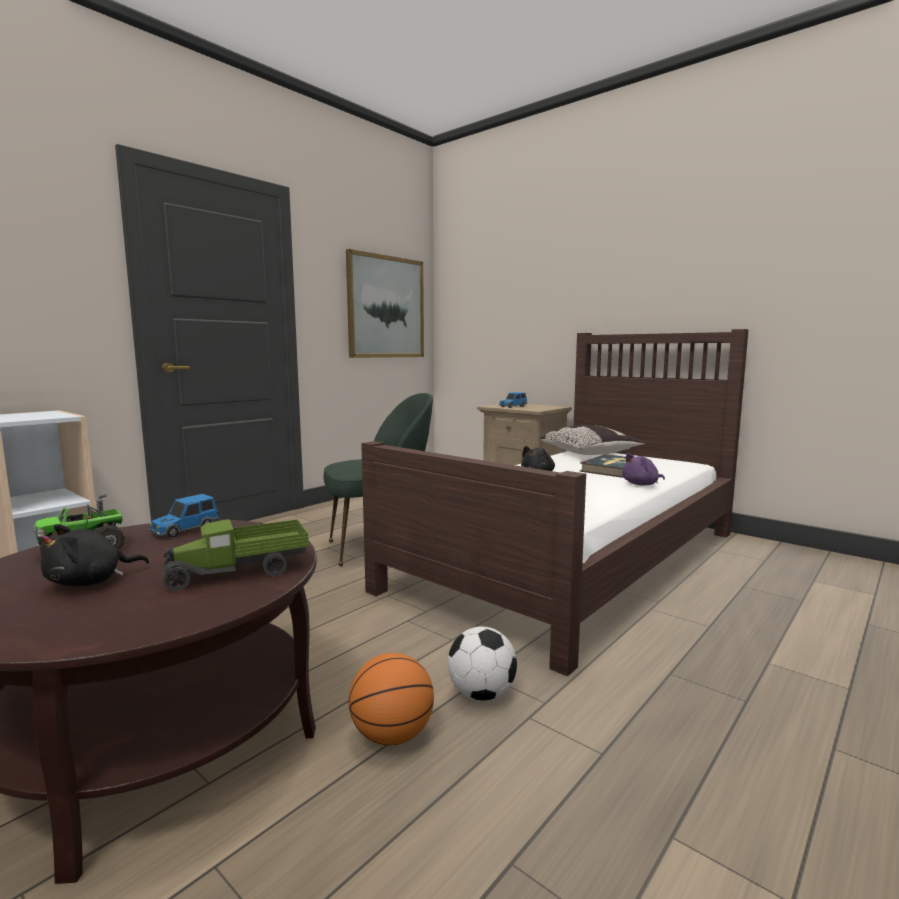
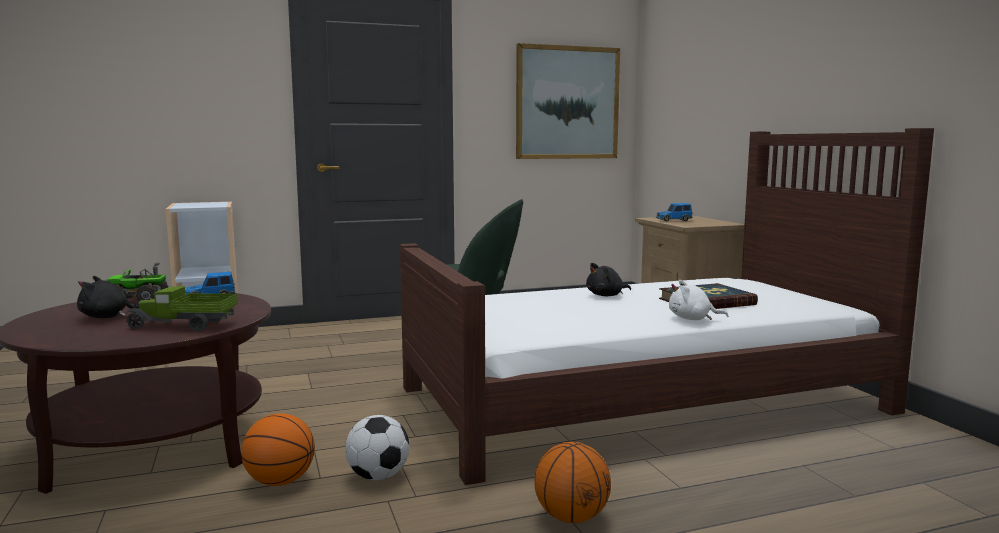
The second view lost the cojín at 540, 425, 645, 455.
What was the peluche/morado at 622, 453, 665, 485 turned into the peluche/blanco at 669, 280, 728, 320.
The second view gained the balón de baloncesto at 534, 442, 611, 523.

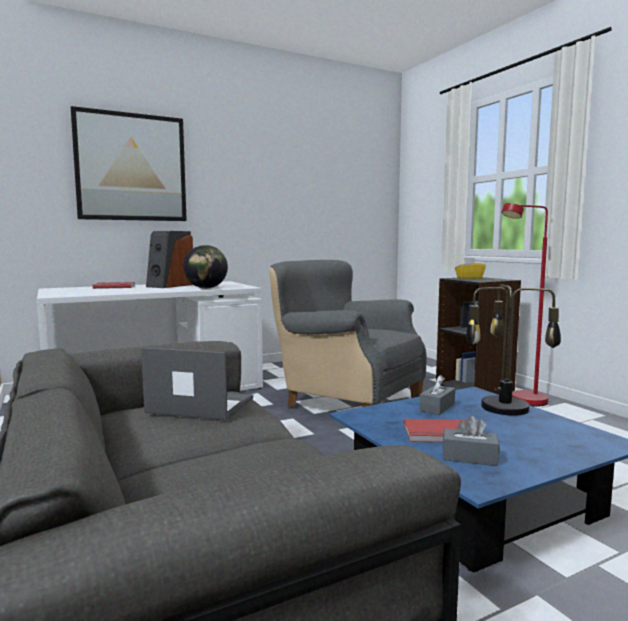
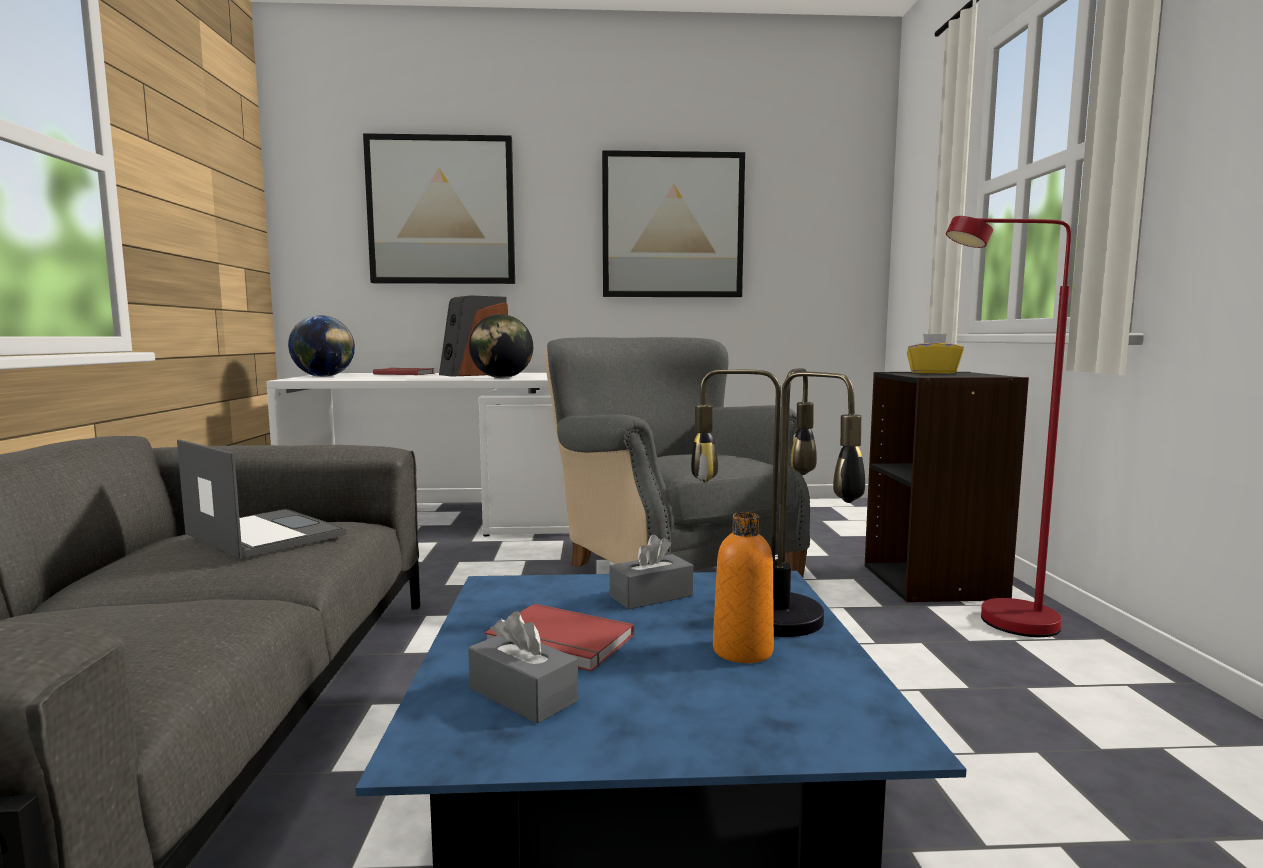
The second view gained the cuadro at 602, 150, 745, 297.
The second view gained the globo terráqueo at 288, 315, 355, 377.
The second view gained the botella/naranja at 713, 512, 774, 663.

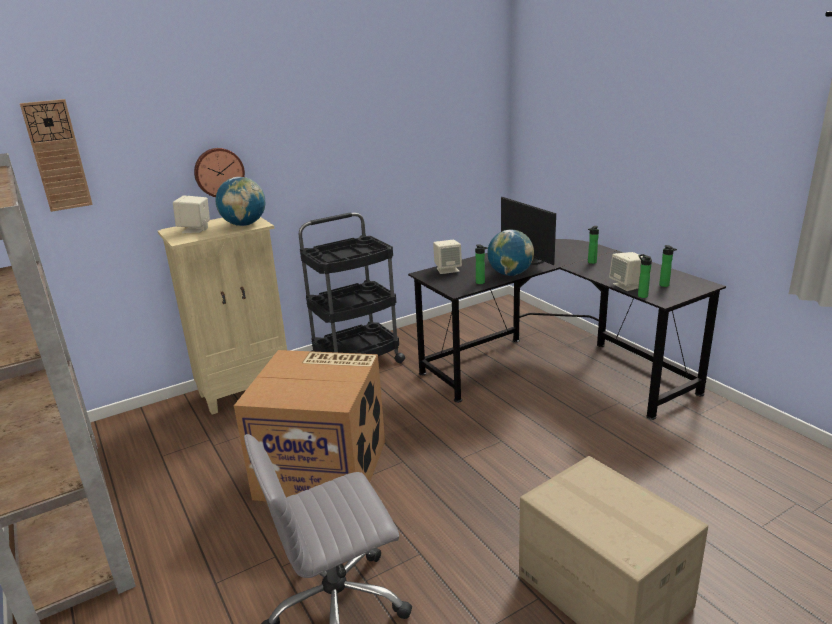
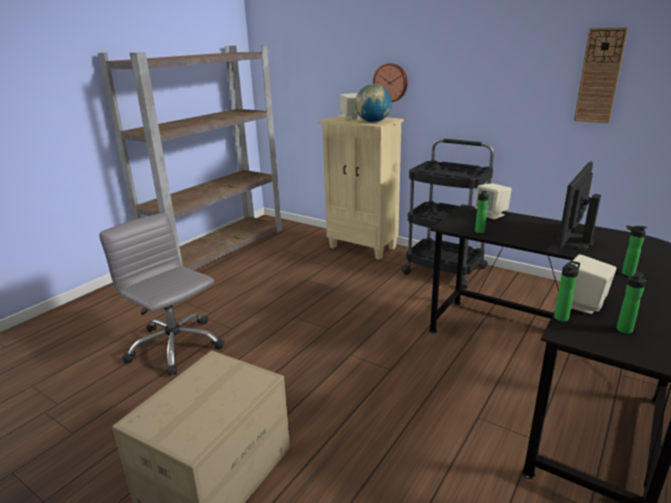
The reloj de pared ended up elsewhere, having gone from 20, 99, 93, 212 to 574, 27, 628, 123.
The second view lost the globo terráqueo at 487, 230, 534, 276.
The second view lost the caja de cartón at 234, 350, 385, 501.

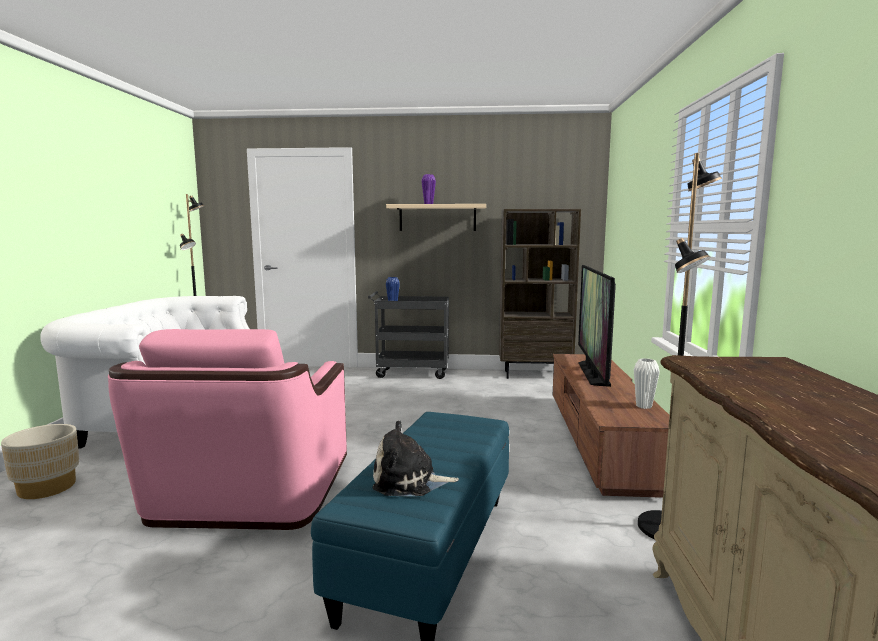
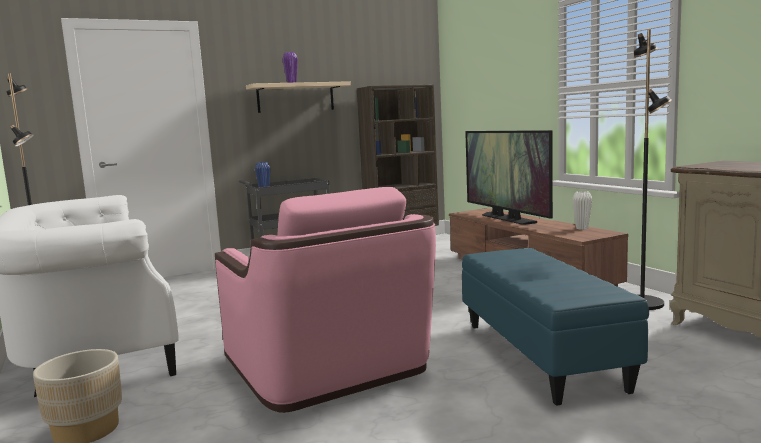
The second view lost the peluche at 372, 420, 459, 496.

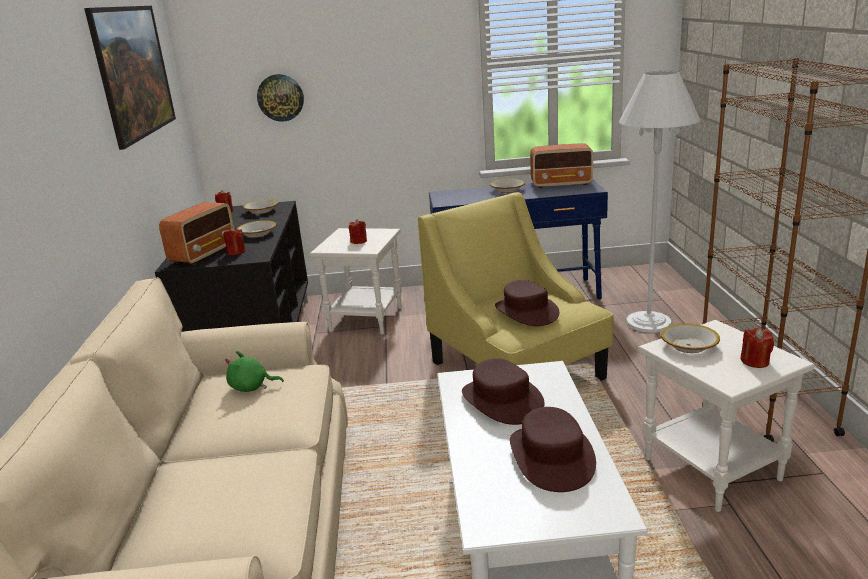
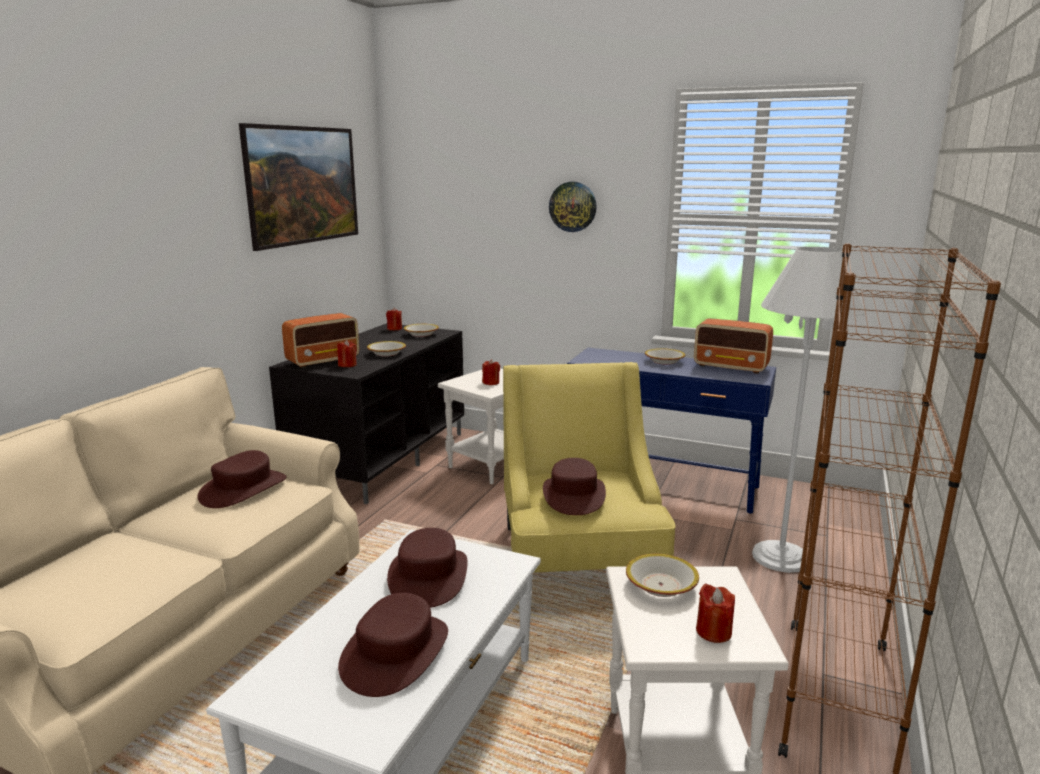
The reloj de pared ended up elsewhere, having gone from 257, 74, 304, 122 to 549, 182, 597, 232.
Where the peluche/verde stood at 225, 351, 284, 392, the sombrero/marrón came to stand at 197, 450, 287, 508.

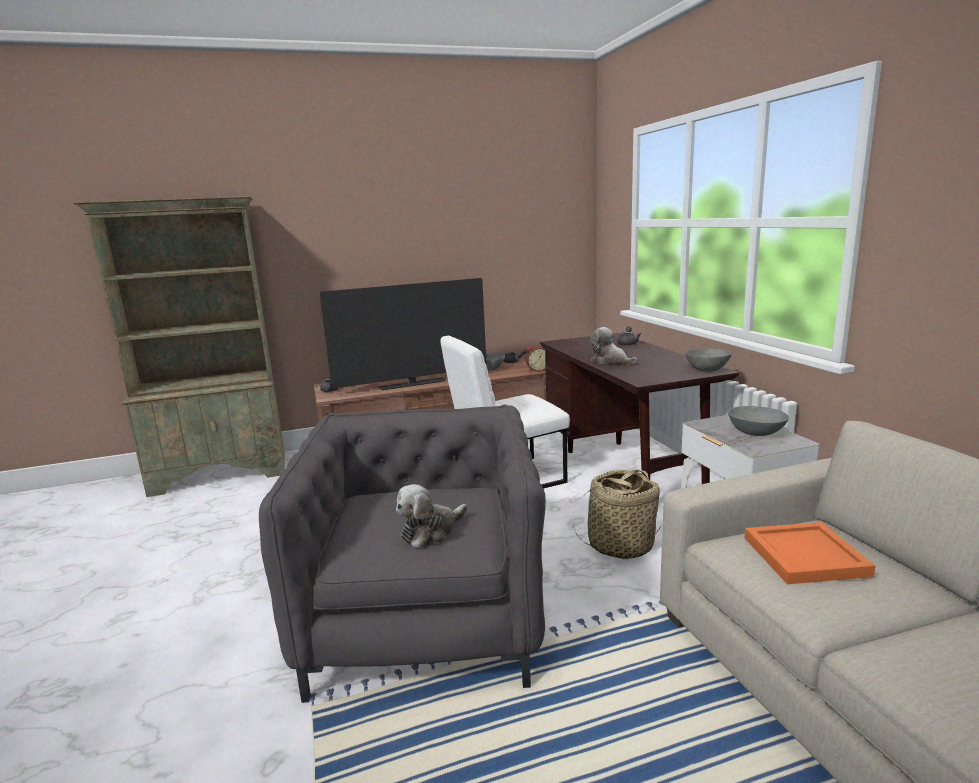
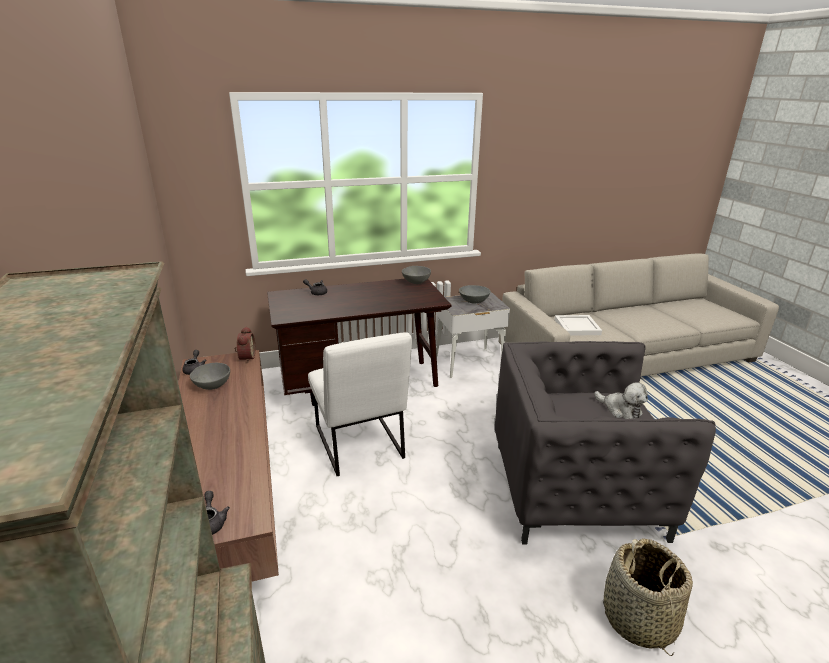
The second view lost the televisor at 320, 278, 487, 390.
The second view lost the peluche at 590, 327, 637, 365.
The cesta ended up elsewhere, having gone from 573, 469, 661, 559 to 603, 538, 693, 656.
What was the bandeja/naranja at 745, 522, 875, 584 turned into the bandeja/blanco at 554, 315, 602, 336.

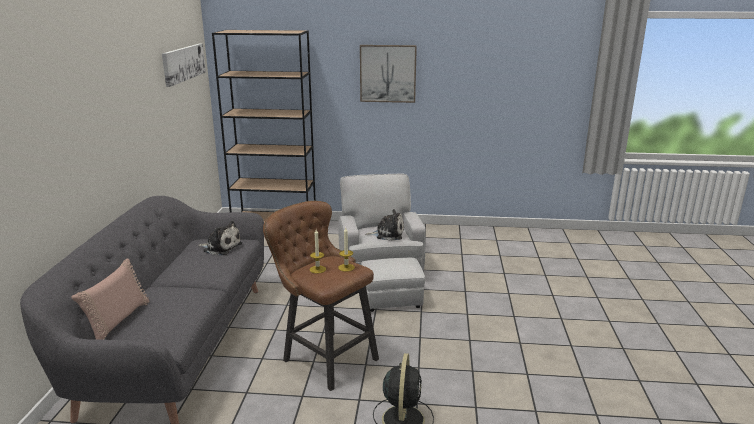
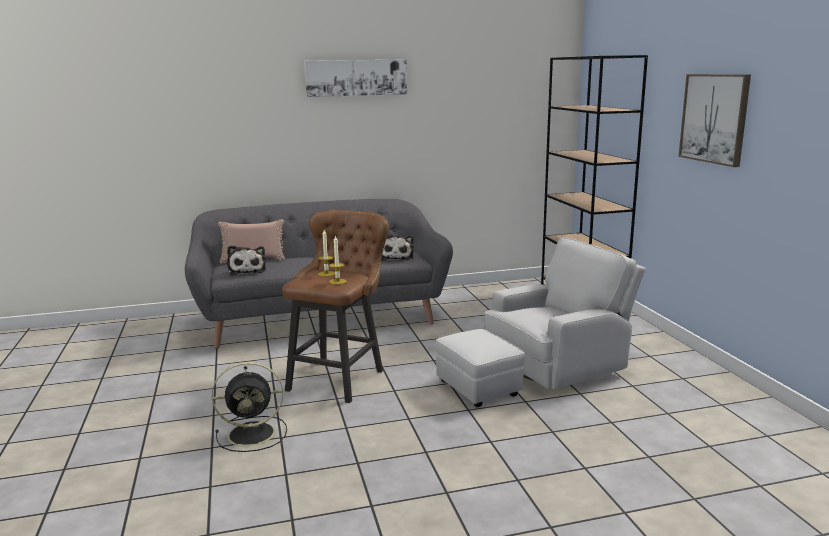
The cuadro ended up elsewhere, having gone from 162, 43, 206, 87 to 304, 59, 407, 97.
The peluche ended up elsewhere, having gone from 365, 209, 404, 241 to 227, 245, 266, 276.

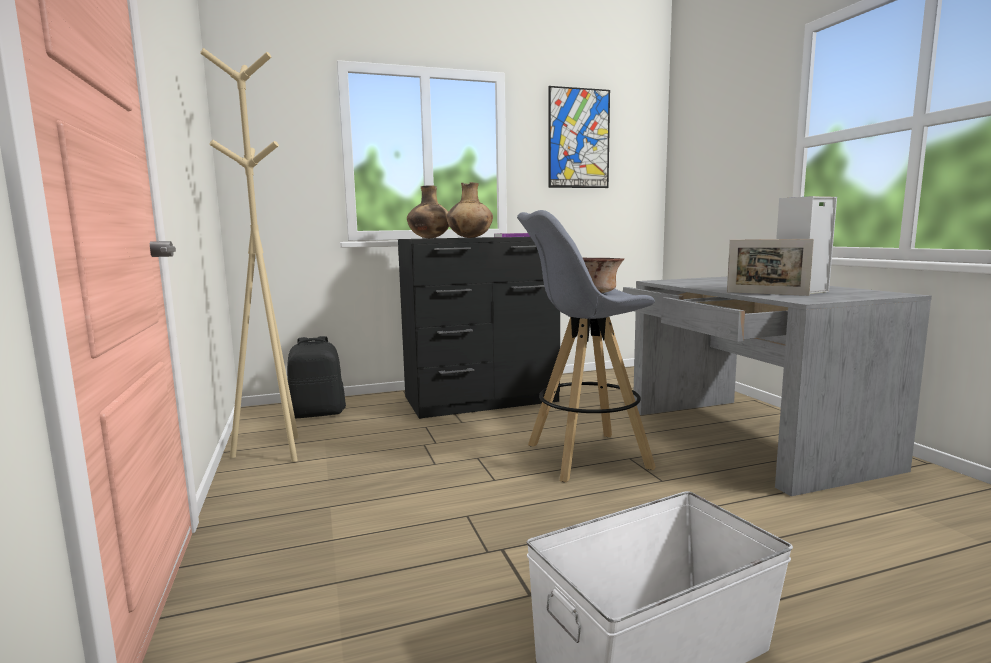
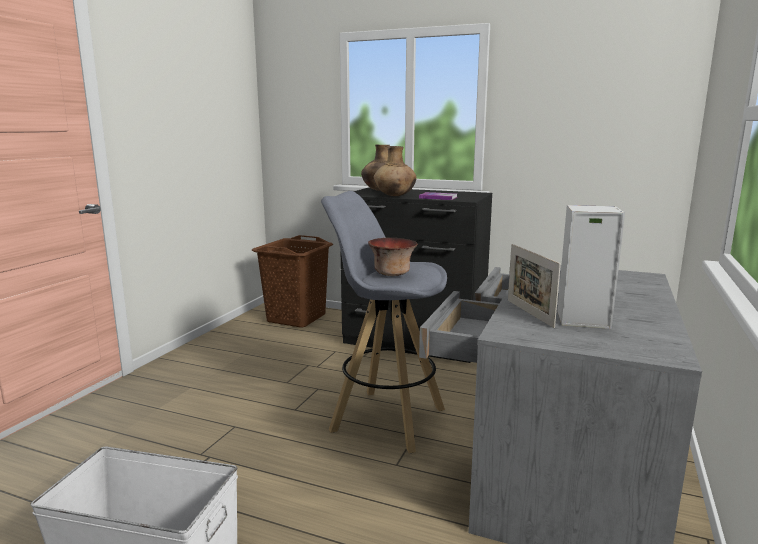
The second view lost the perchero/beis at 200, 48, 299, 462.
The second view lost the cuadro at 548, 86, 610, 188.
Where the mochila/negro stood at 287, 336, 346, 418, the cesto de la ropa/marrón came to stand at 252, 235, 333, 328.

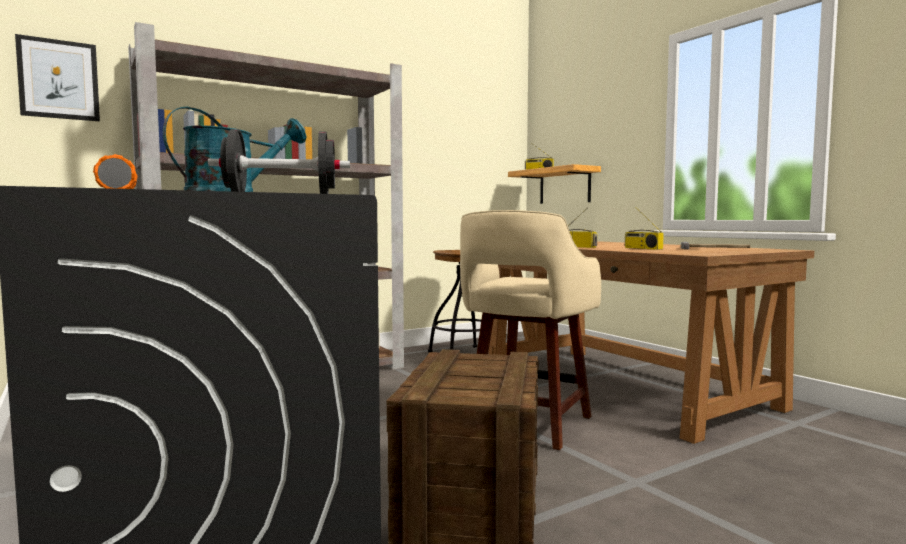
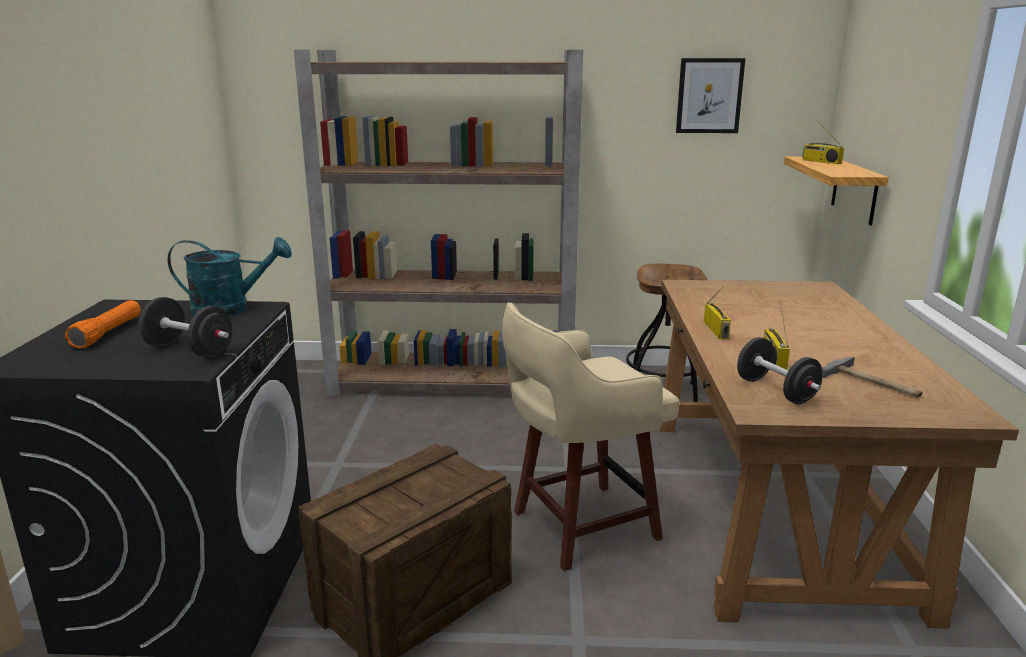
The cuadro ended up elsewhere, having gone from 15, 34, 100, 121 to 676, 58, 746, 133.
The second view gained the mancuerna/negro at 737, 337, 822, 404.

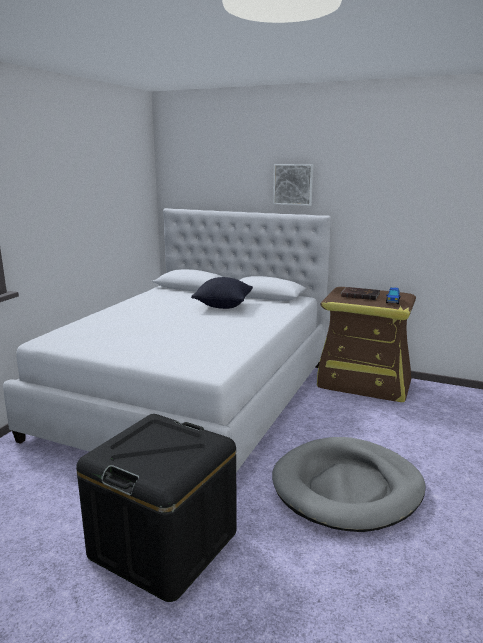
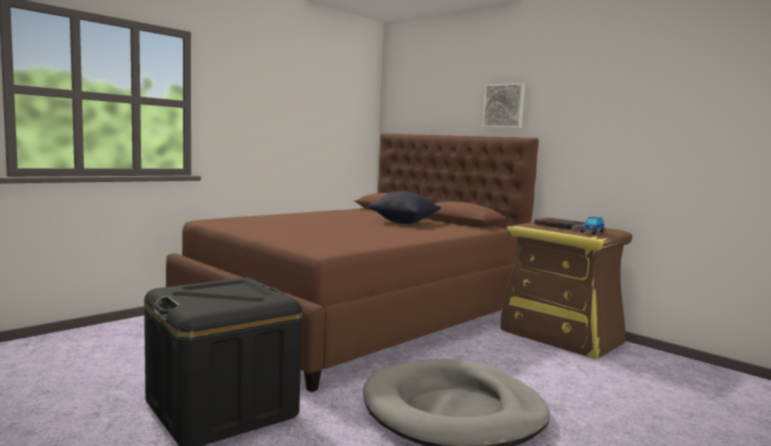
What was the cama/blanco at 3, 208, 331, 472 turned into the cama/marrón at 166, 133, 539, 392.

